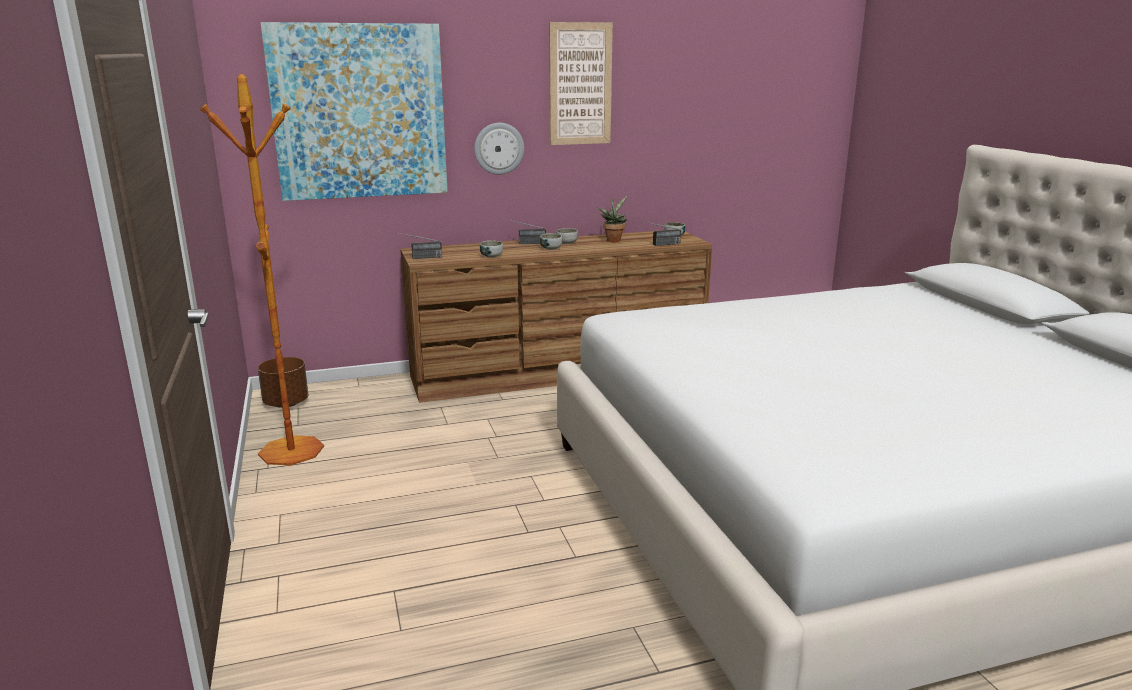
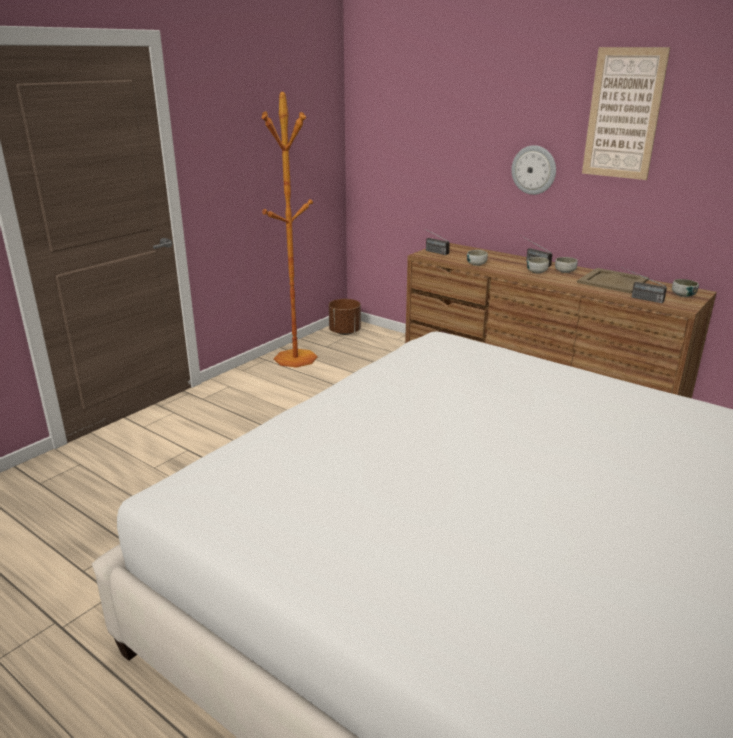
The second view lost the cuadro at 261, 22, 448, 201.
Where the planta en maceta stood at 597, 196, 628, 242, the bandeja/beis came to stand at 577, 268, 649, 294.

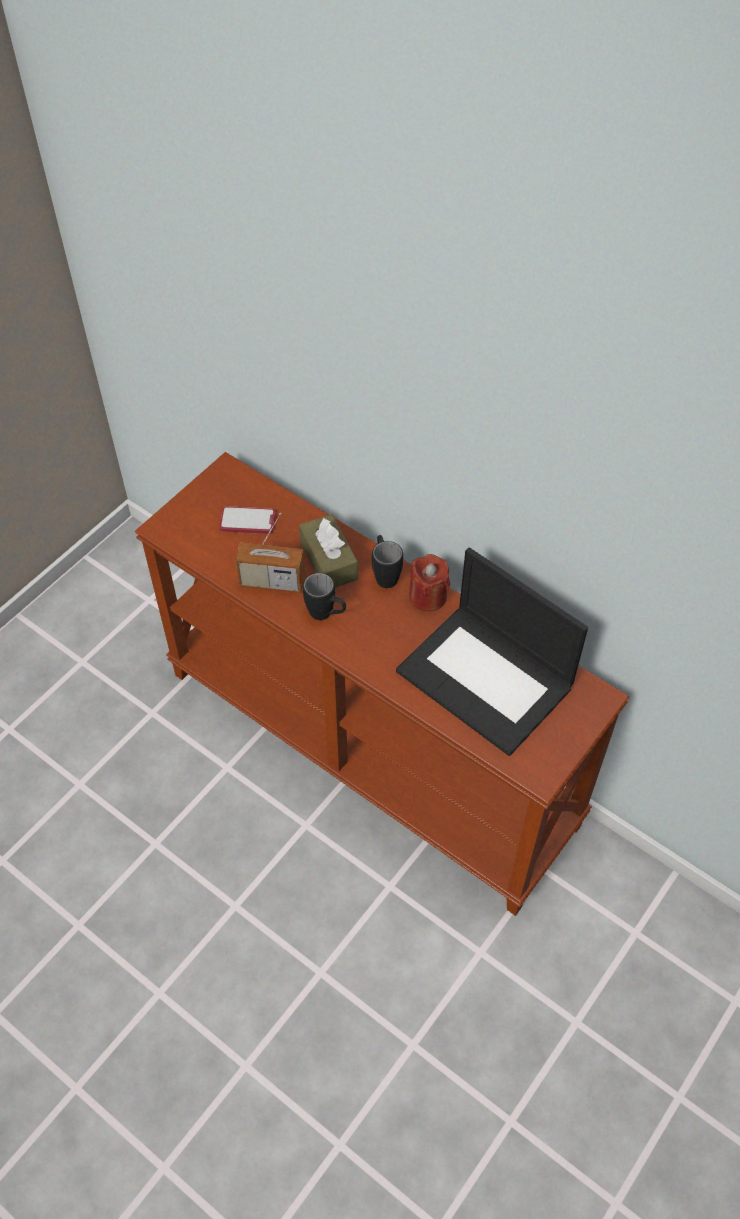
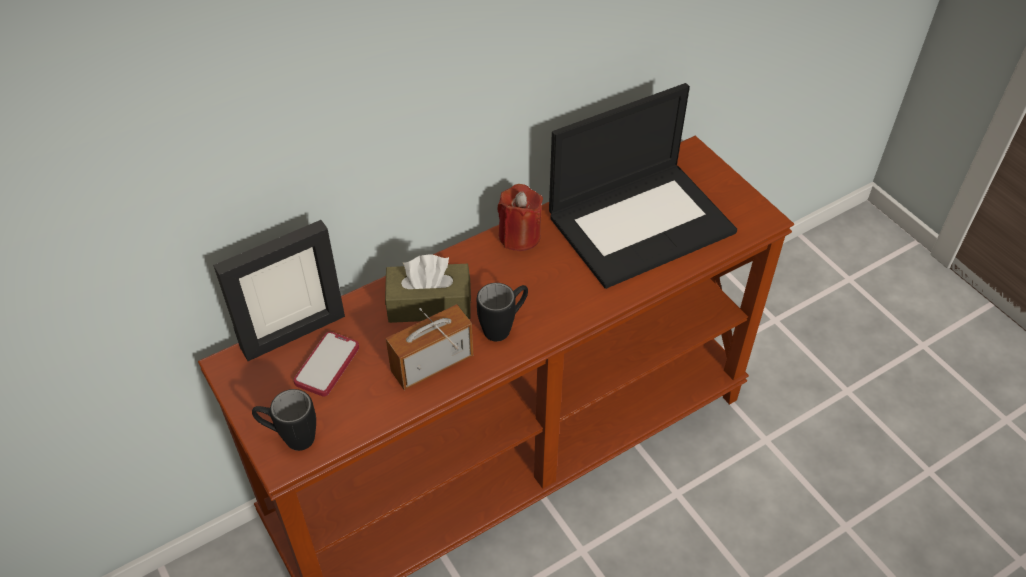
The radio at 236, 513, 305, 593 ended up facing another way, 150 degrees counterclockwise from before.
The taza grande/negro ended up elsewhere, having gone from 372, 535, 403, 588 to 252, 389, 316, 451.
The second view gained the portarretratos at 213, 220, 345, 361.

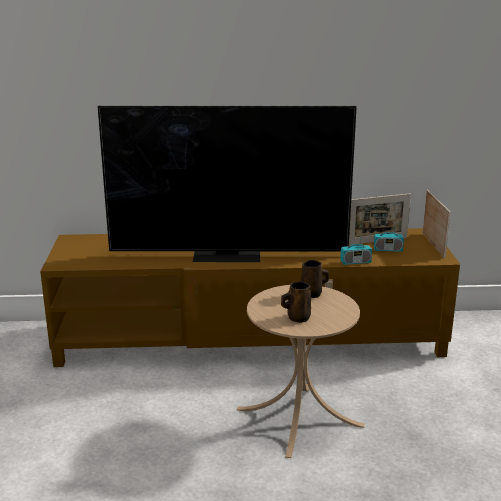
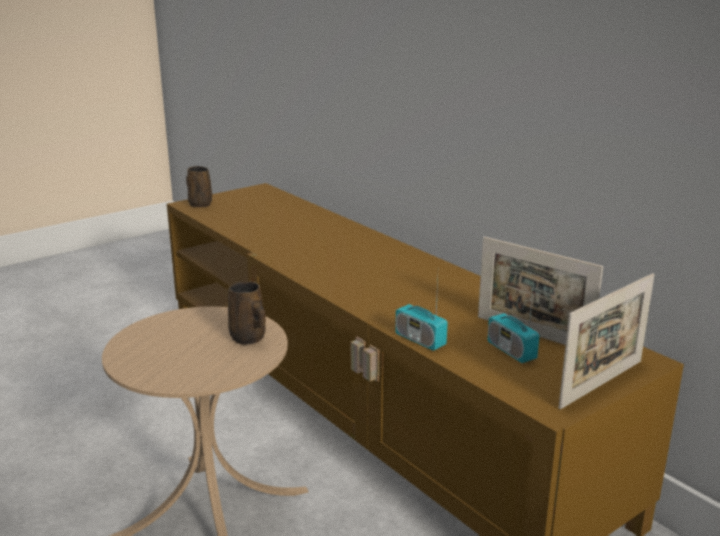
The second view lost the televisor at 98, 106, 357, 262.
The taza grande/marrón ended up elsewhere, having gone from 281, 282, 311, 323 to 186, 166, 212, 207.

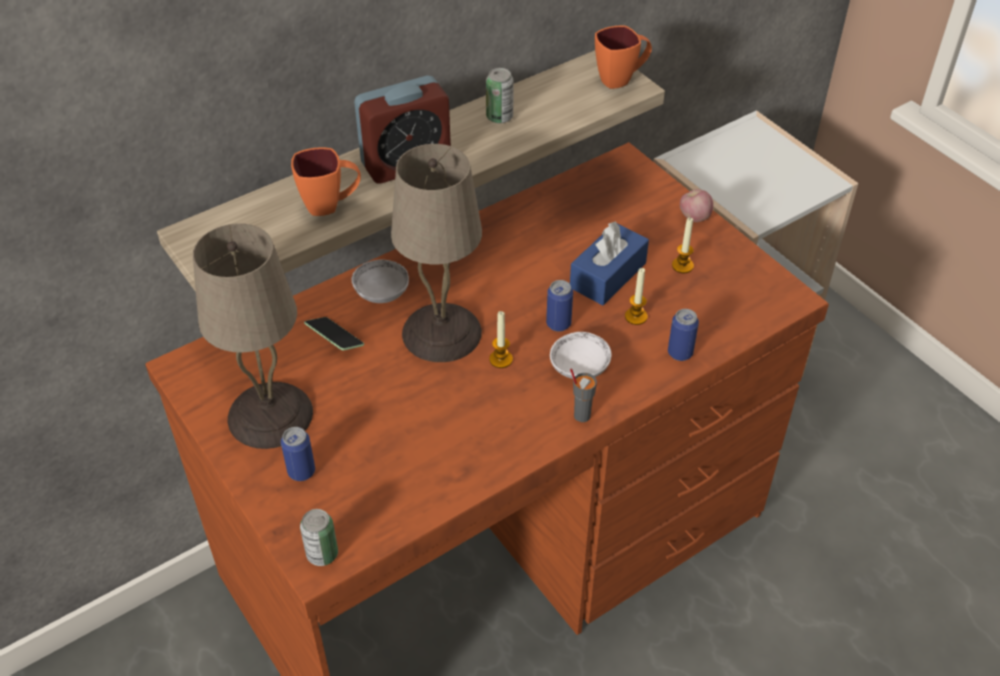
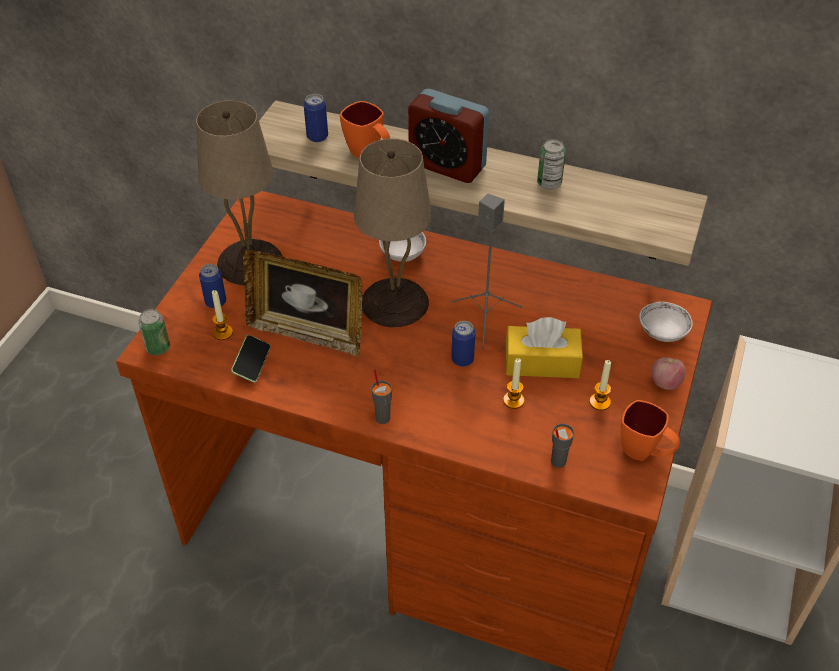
The taza grande/naranja ended up elsewhere, having gone from 595, 26, 652, 89 to 621, 400, 680, 461.
What was the caja de pañuelos/azul at 570, 221, 649, 305 turned into the caja de pañuelos/amarillo at 506, 317, 583, 378.
The lata ended up elsewhere, having gone from 668, 309, 699, 361 to 304, 94, 328, 142.
The vela ended up elsewhere, having gone from 489, 311, 513, 368 to 212, 290, 233, 340.
The móvil ended up elsewhere, having gone from 304, 317, 364, 350 to 231, 335, 271, 382.
The cuenco/blanco ended up elsewhere, having gone from 550, 332, 612, 379 to 639, 302, 693, 342.
The second view gained the altavoz/gris at 451, 194, 523, 350.
The second view gained the portarretratos at 243, 250, 363, 357.
The second view gained the taza/gris at 551, 424, 574, 468.

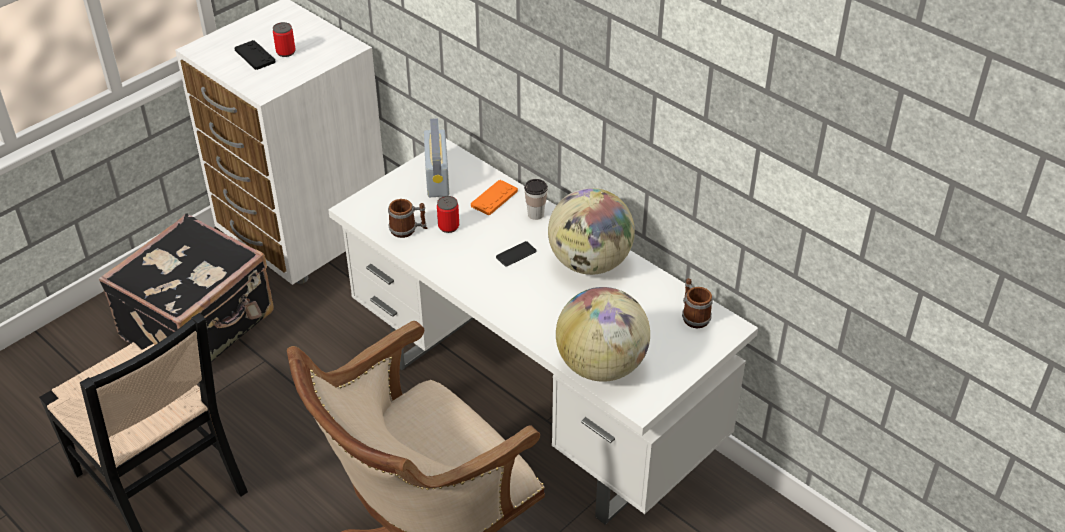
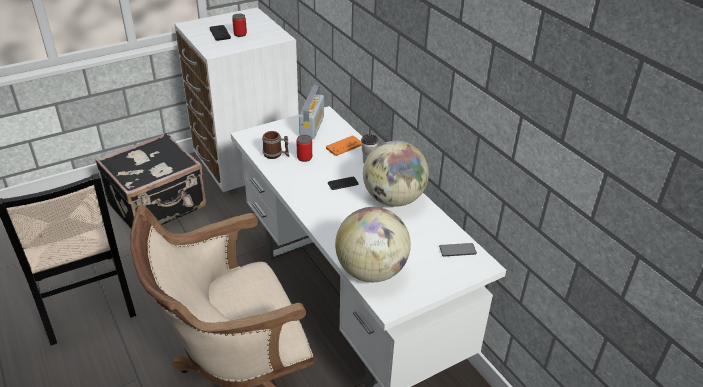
Where the taza grande stood at 682, 278, 713, 329, the móvil came to stand at 439, 243, 477, 257.

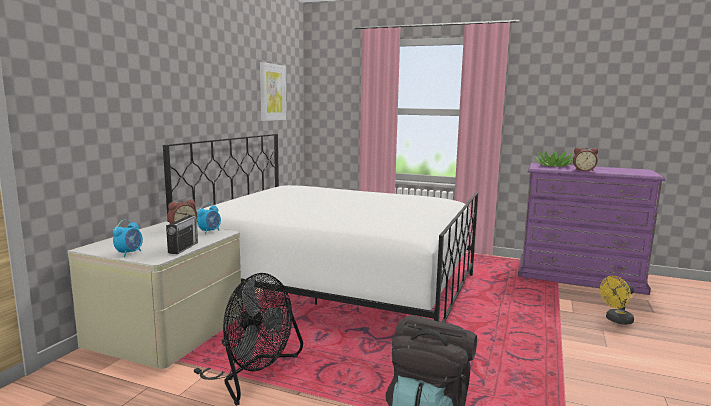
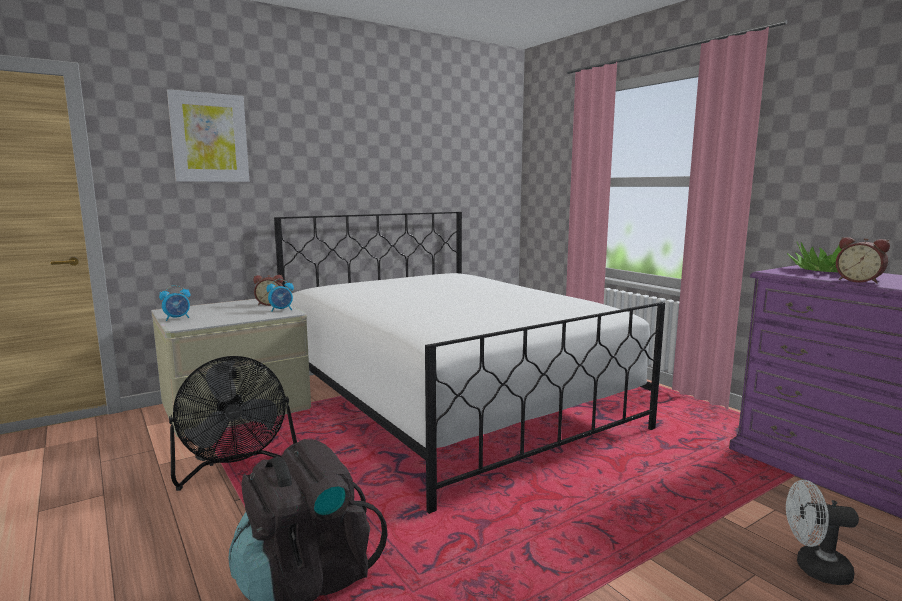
The cuadro ended up elsewhere, having gone from 260, 62, 286, 121 to 167, 89, 249, 182.
The second view lost the radio at 166, 212, 198, 254.
What was the ventilador/amarillo at 600, 276, 634, 325 turned into the ventilador/blanco at 786, 480, 859, 585.

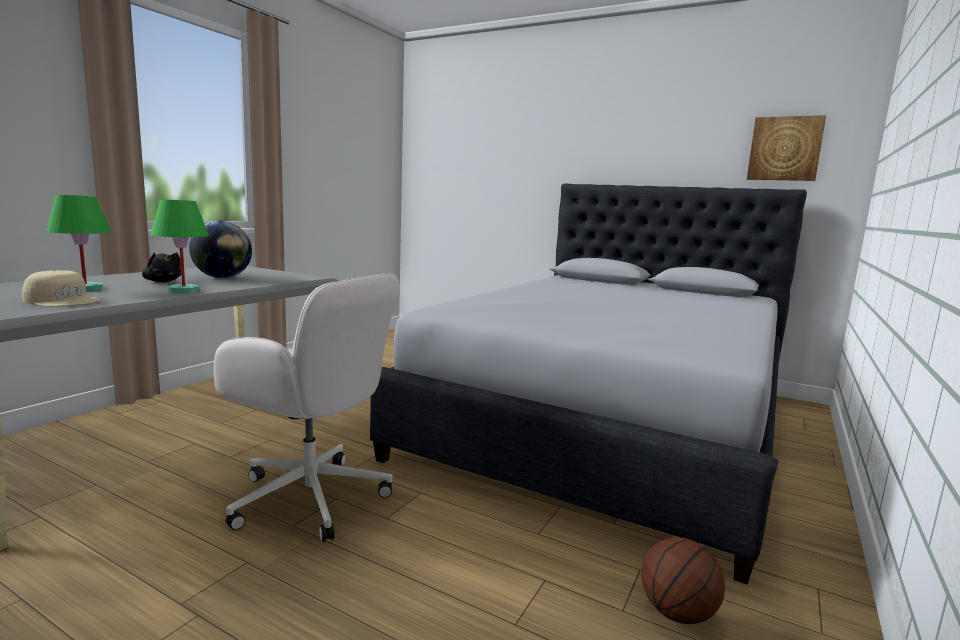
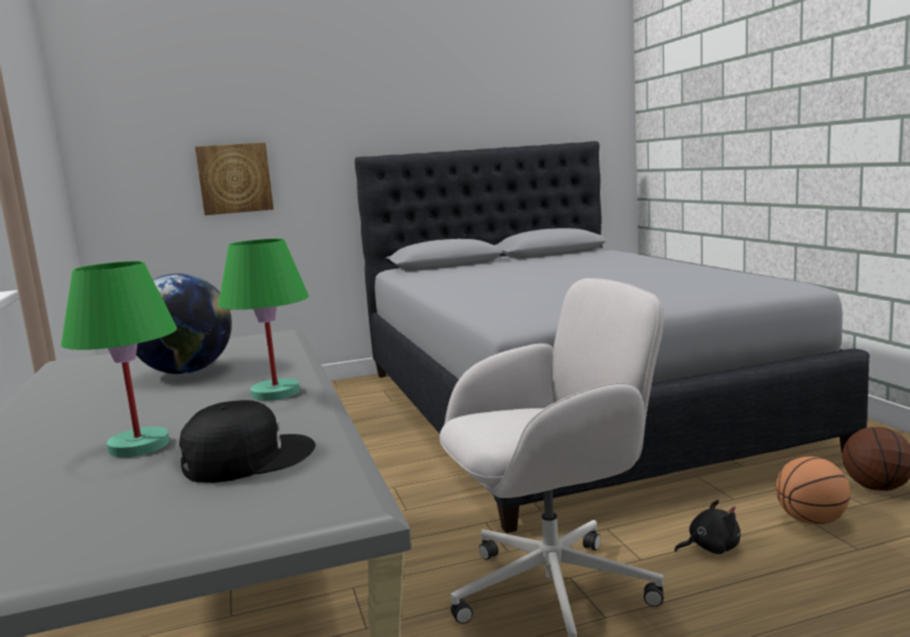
The cuadro ended up elsewhere, having gone from 747, 115, 826, 181 to 195, 142, 274, 215.
The peluche/negro ended up elsewhere, having gone from 142, 252, 181, 282 to 674, 500, 741, 554.
What was the gorra/beis at 22, 270, 100, 307 turned into the gorra/negro at 179, 400, 315, 483.
The second view gained the balón de baloncesto at 776, 456, 850, 525.

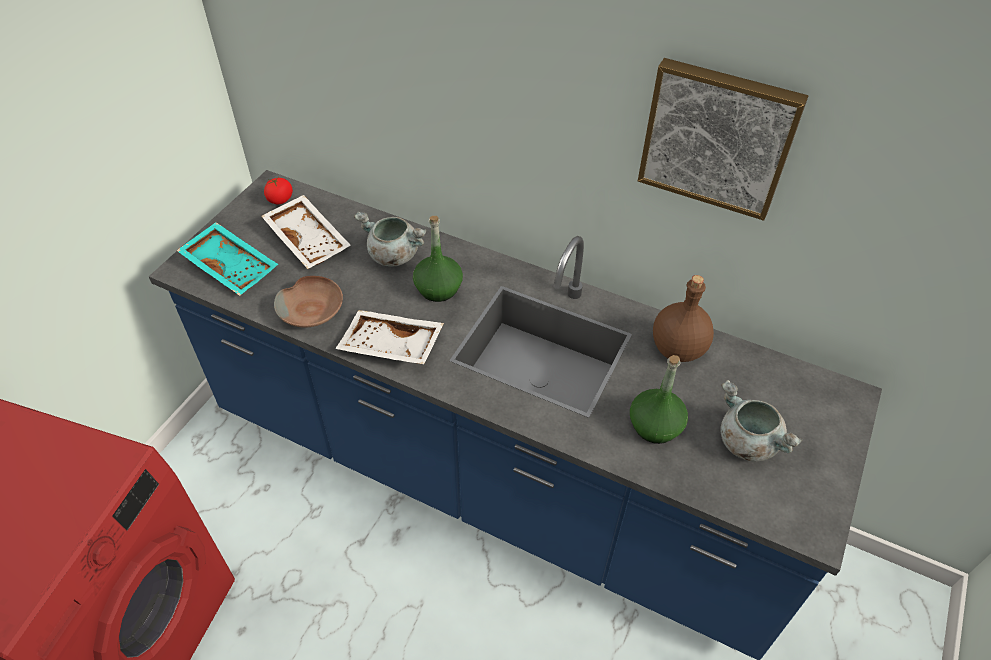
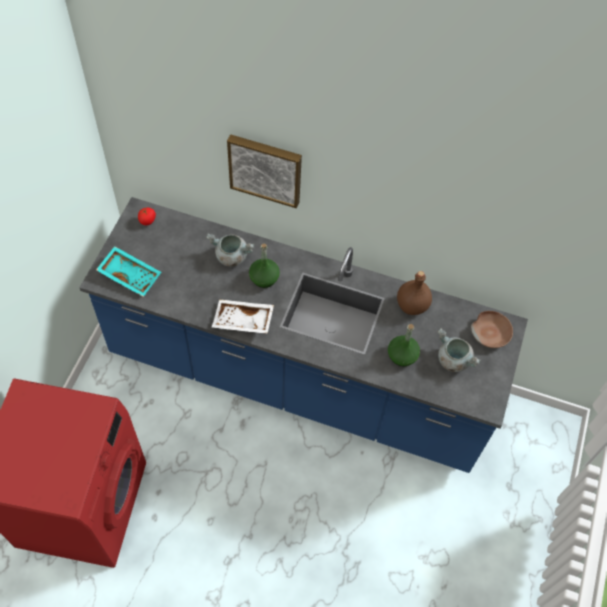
The cuadro ended up elsewhere, having gone from 638, 58, 808, 221 to 227, 134, 302, 208.
The second view lost the bandeja/blanco at 261, 195, 351, 269.
The cuenco/marrón ended up elsewhere, having gone from 274, 276, 343, 327 to 471, 311, 513, 348.

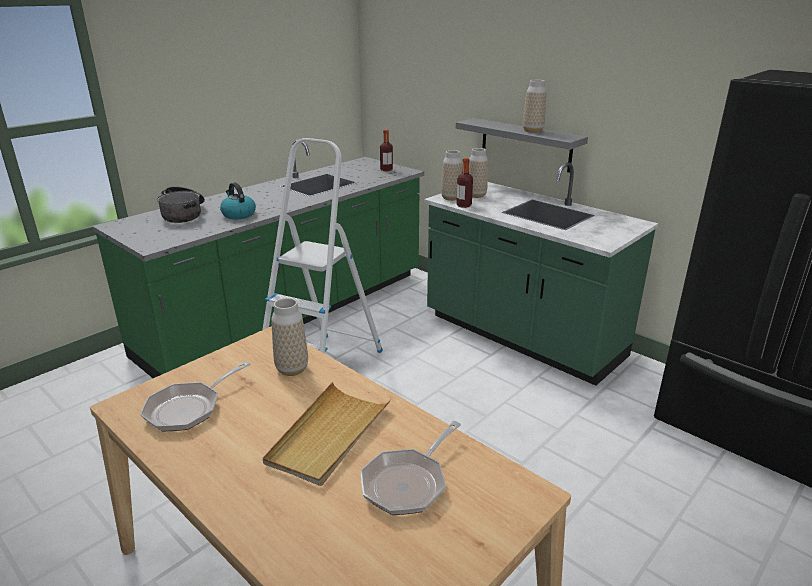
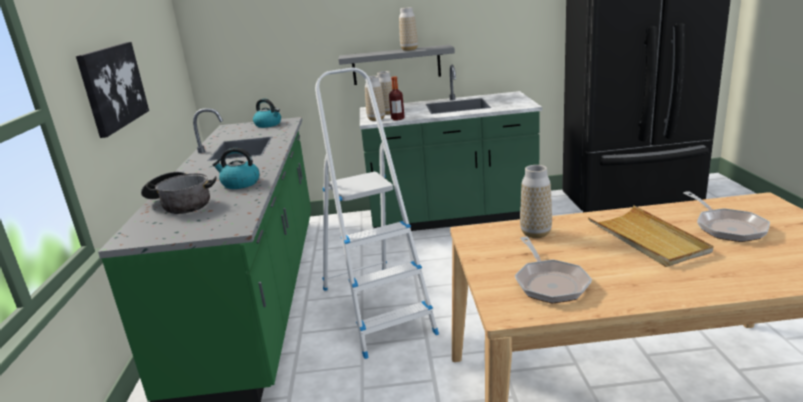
Where the botella stood at 380, 130, 393, 171, the hervidor came to stand at 253, 99, 281, 128.
The second view gained the cuadro at 76, 42, 149, 138.

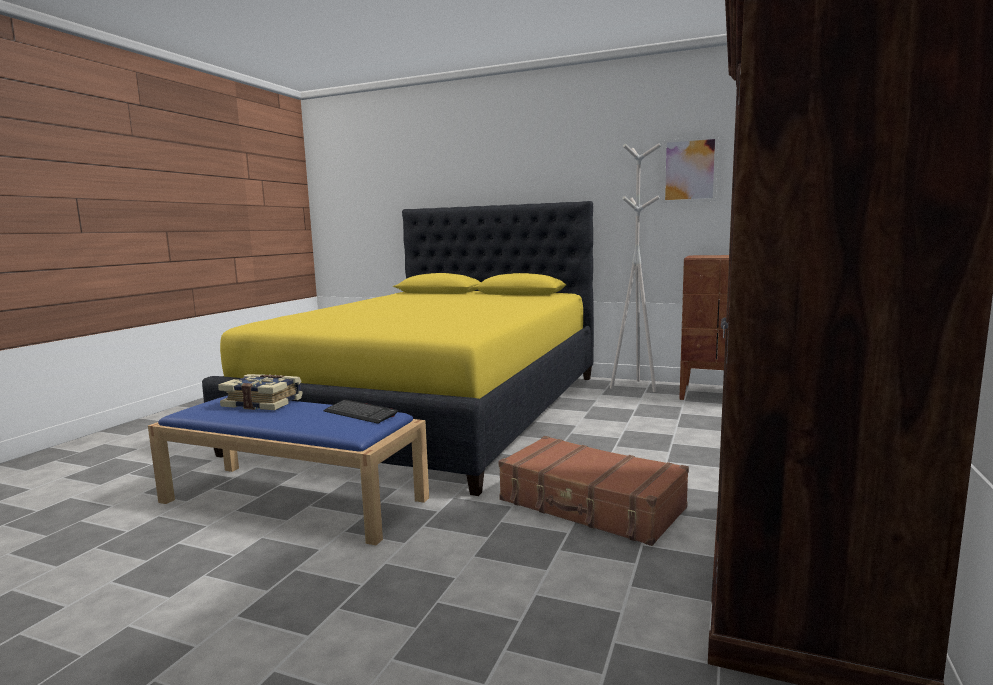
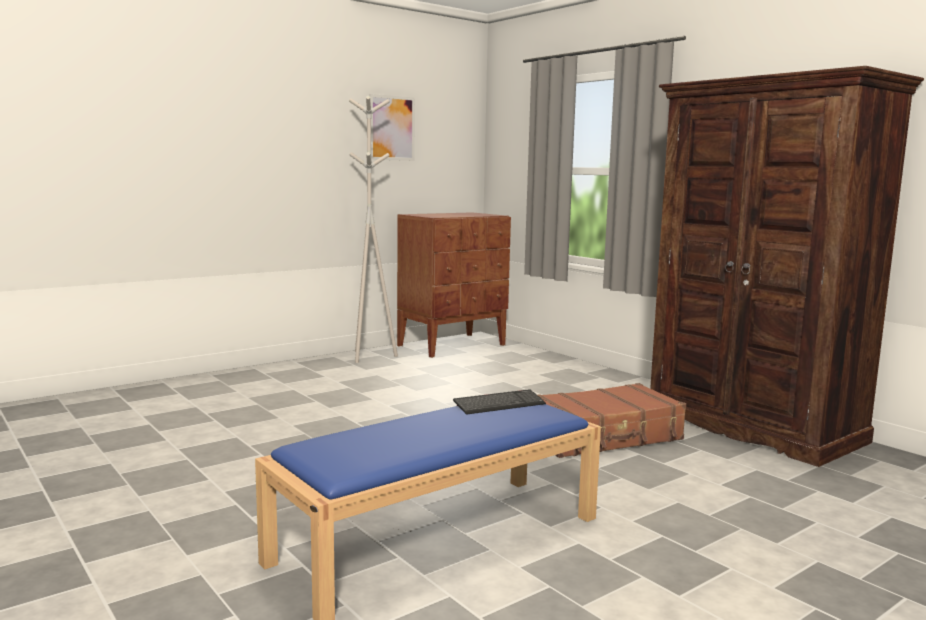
The second view lost the cama/amarillo at 202, 201, 594, 496.
The second view lost the libro at 218, 374, 303, 410.

